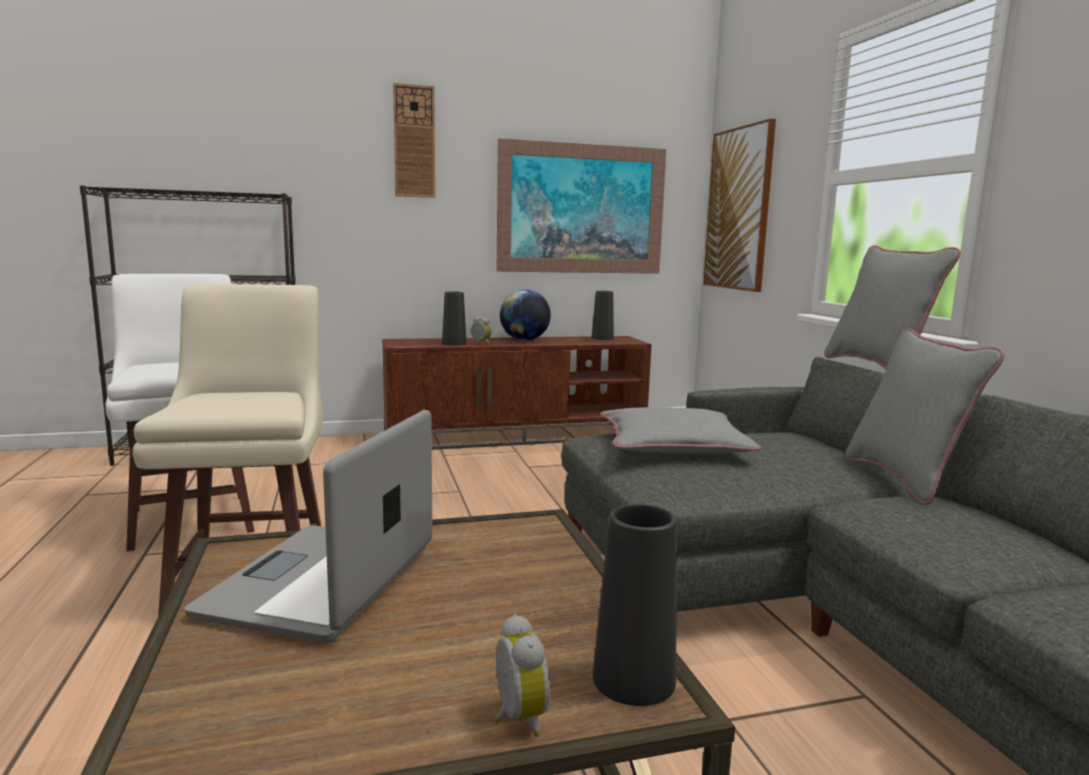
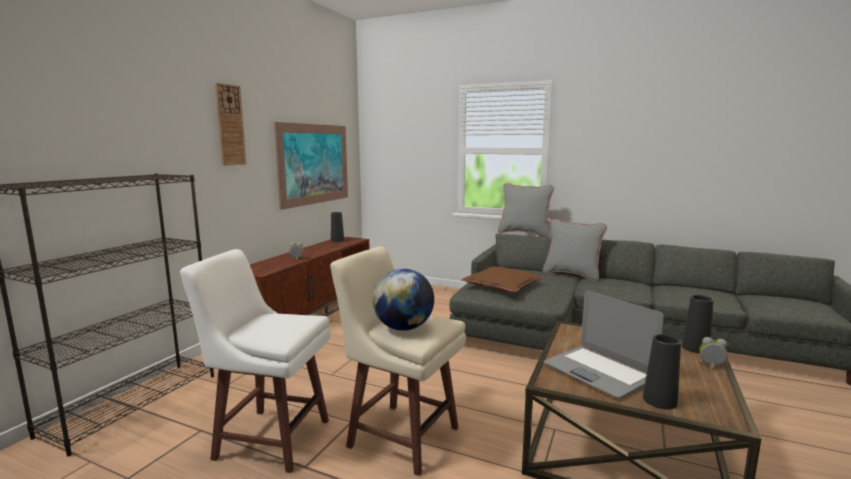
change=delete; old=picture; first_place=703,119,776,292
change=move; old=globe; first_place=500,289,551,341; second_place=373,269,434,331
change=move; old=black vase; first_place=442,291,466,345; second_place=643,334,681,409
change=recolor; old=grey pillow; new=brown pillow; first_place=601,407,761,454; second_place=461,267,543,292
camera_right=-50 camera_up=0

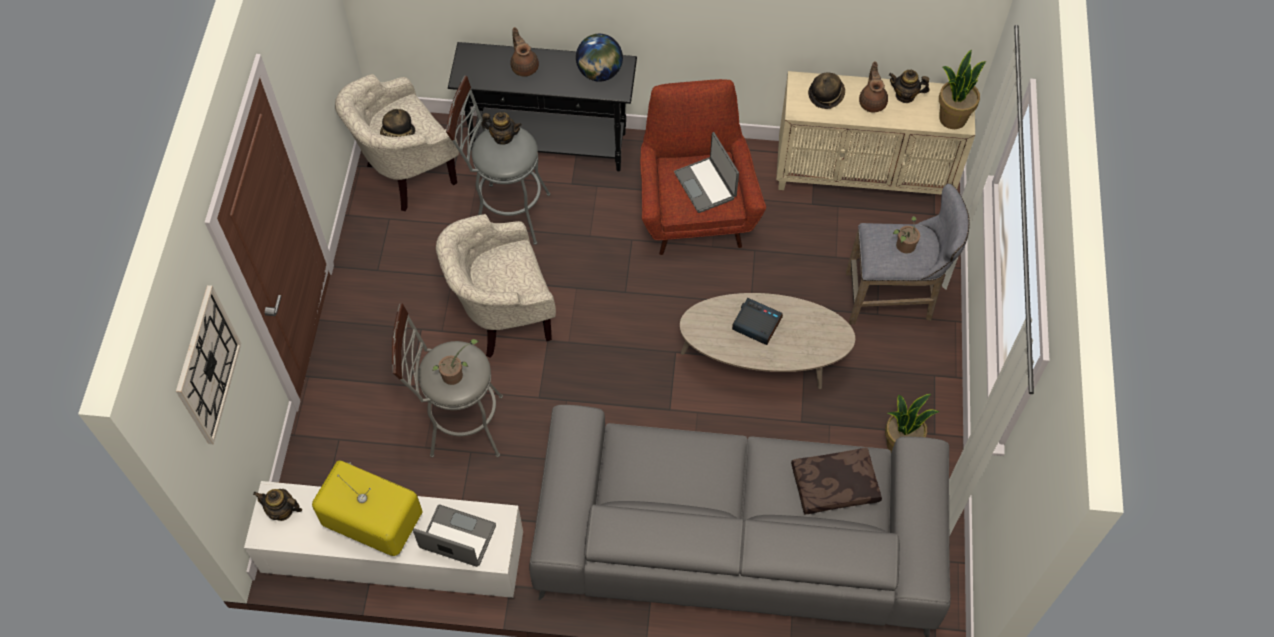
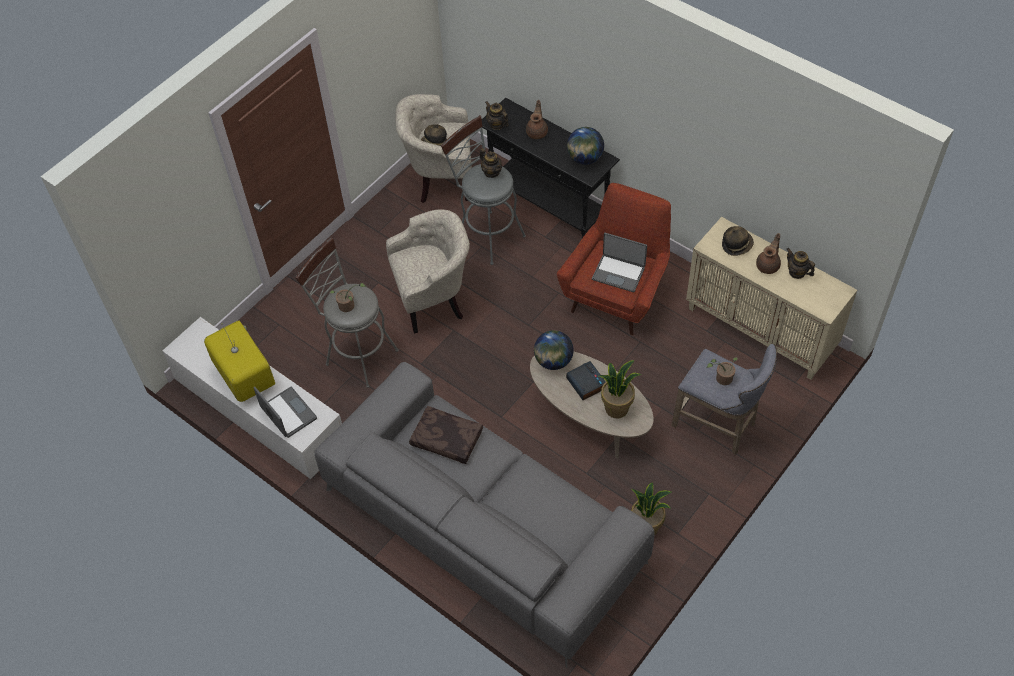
change=move; old=potted plant; first_place=939,50,986,129; second_place=599,360,642,418
change=rotate; old=laptop; first_place=674,132,739,213; second_place=592,233,647,292; degrees=-75
change=rotate; old=beige armchair; first_place=436,214,556,358; second_place=386,209,470,334; degrees=150
change=delete; old=wall clock; first_place=176,285,241,444
change=move; old=brown pillow; first_place=791,447,882,514; second_place=409,406,483,464
change=move; old=teapot; first_place=253,489,302,521; second_place=485,101,509,130
change=insert; new=globe; second_place=534,330,574,370
camera_right=35 camera_up=-5

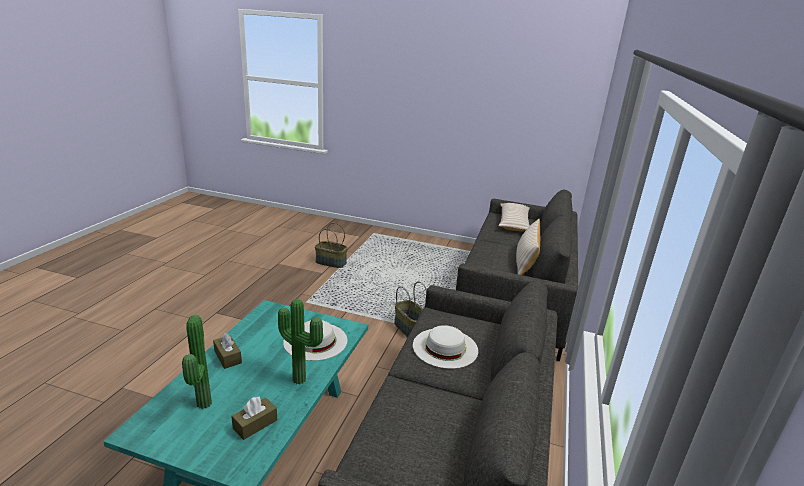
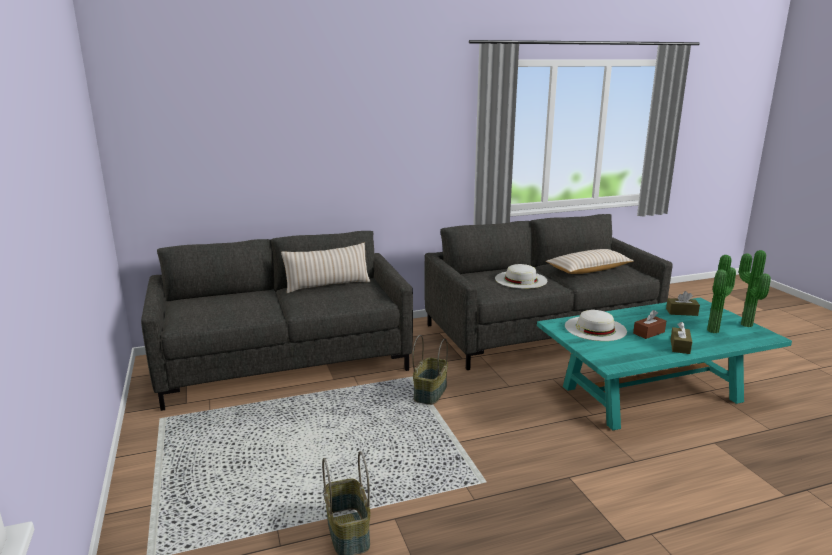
change=move; old=beige pillow; first_place=499,203,530,231; second_place=546,249,634,274
change=move; old=potted plant; first_place=278,299,323,384; second_place=739,250,771,327
change=insert; new=brown tissue box; second_place=633,310,666,339
camera_right=-125 camera_up=-5

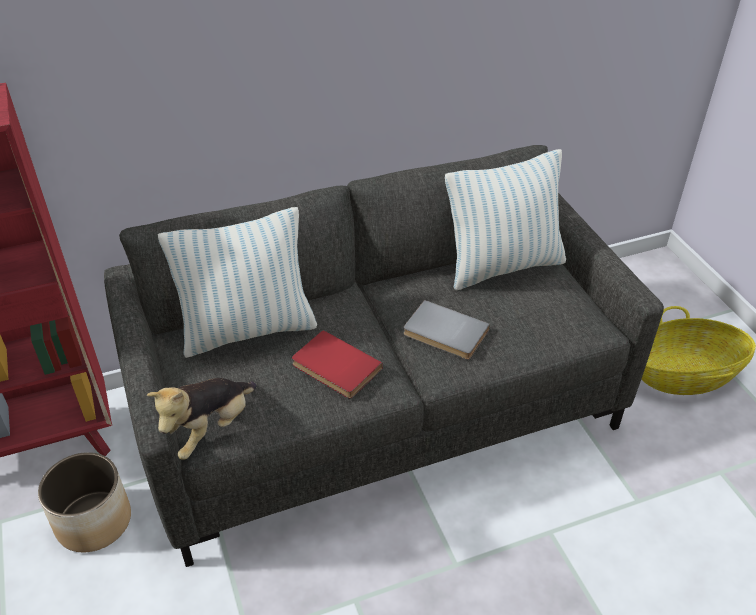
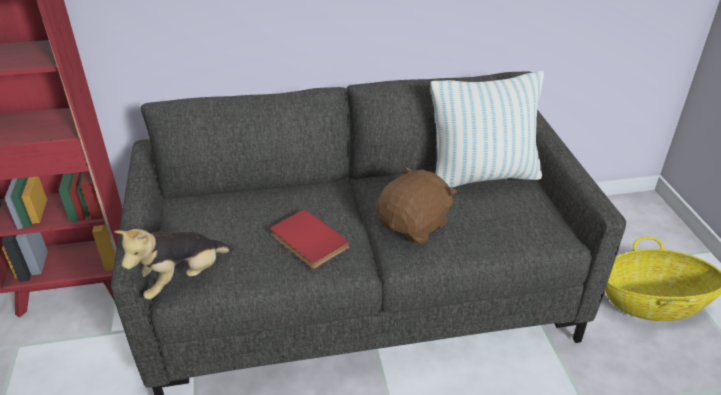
change=delete; old=pillow; first_place=158,207,317,358
change=replace; old=grey book; new=brown plush toy; first_place=403,300,490,360; second_place=376,166,457,244
change=delete; old=planter; first_place=38,452,131,552
camera_right=10 camera_up=-5

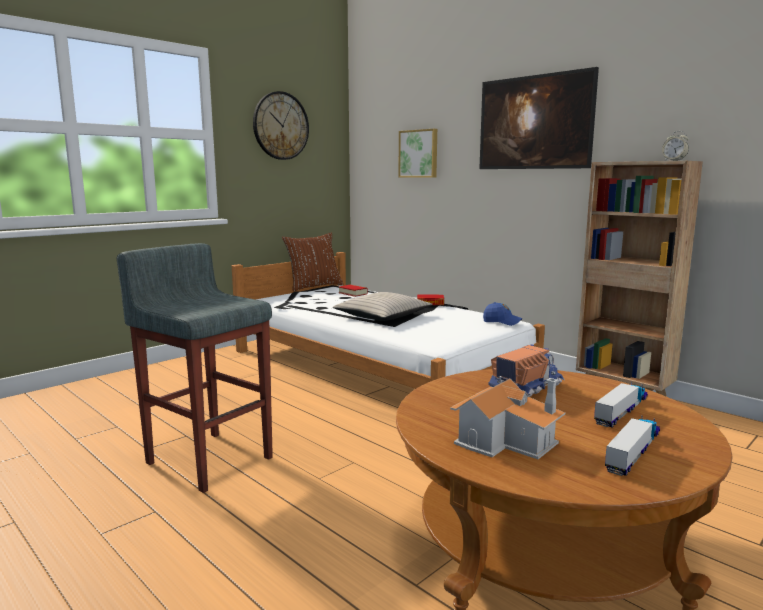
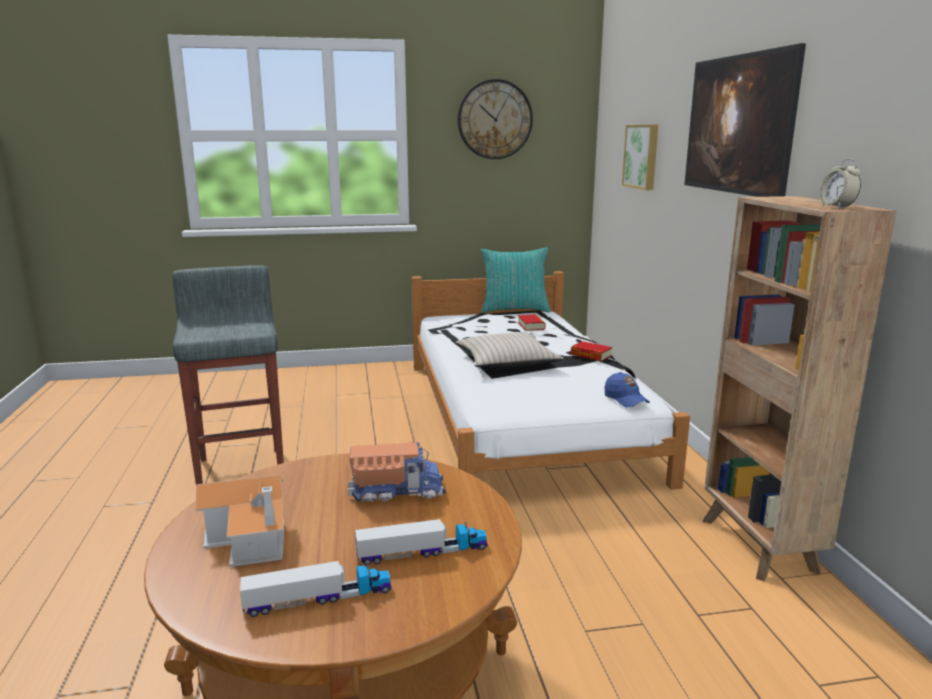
change=recolor; old=brown pillow; new=turquoise pillow; first_place=282,233,344,291; second_place=481,247,550,313
camera_right=35 camera_up=5

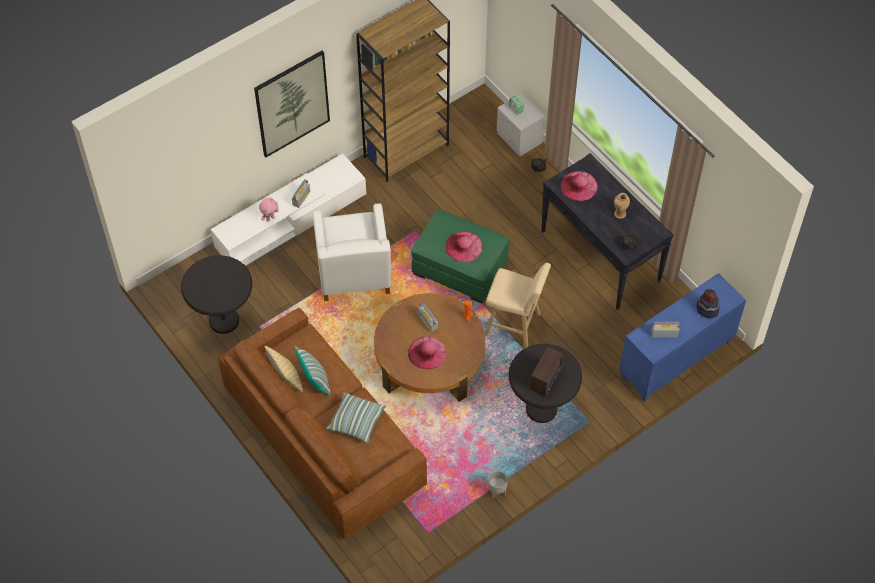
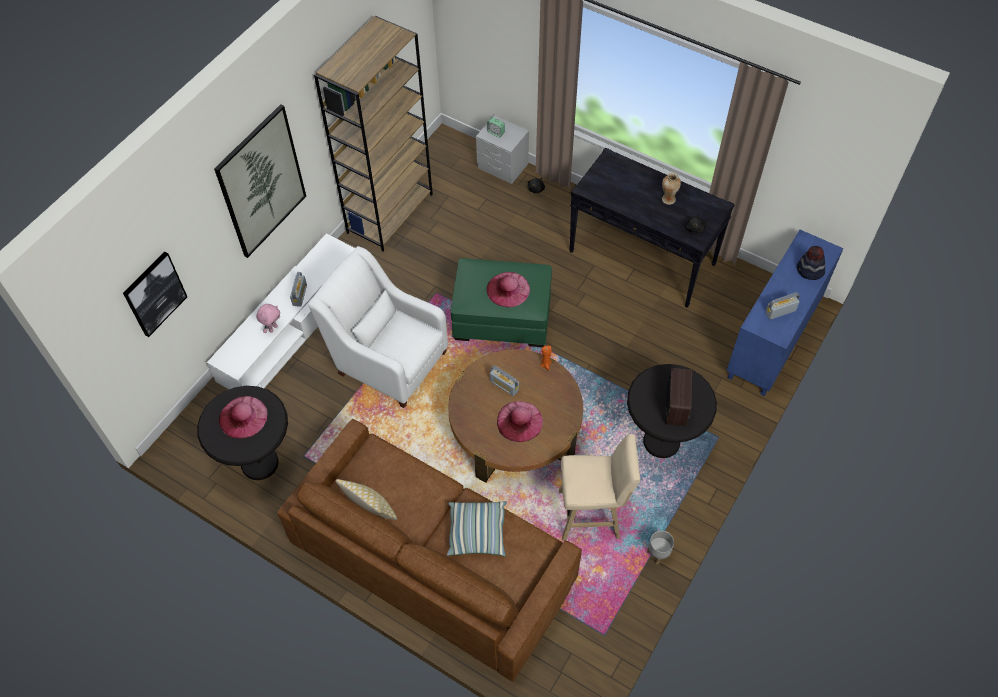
change=move; old=pink hat; first_place=560,171,598,201; second_place=219,396,268,439
change=rotate; old=white armchair; first_place=313,203,391,301; second_place=308,246,448,408; degrees=150
change=move; old=beige stool; first_place=485,263,551,348; second_place=559,434,640,541
change=delete; old=pillow; first_place=295,346,330,397
change=insert; new=picture; second_place=123,252,187,337
camera_right=-20 camera_up=0

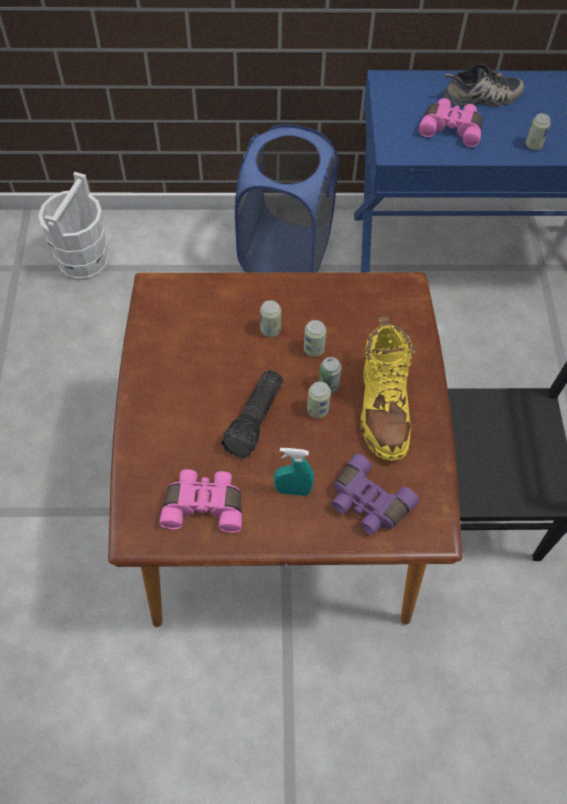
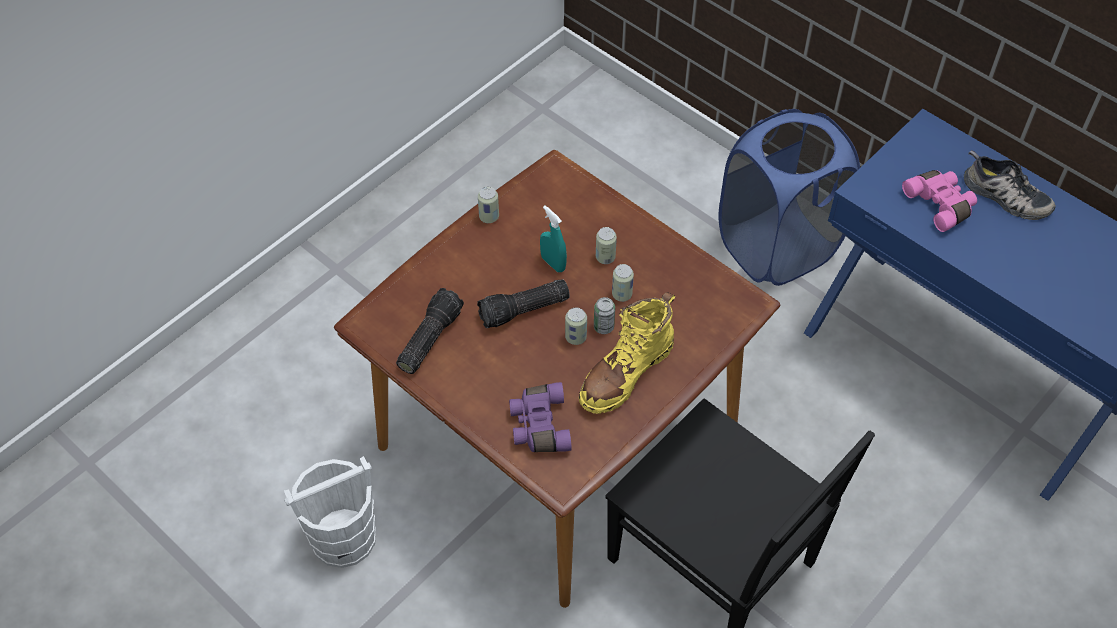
change=move; old=can; first_place=526,113,551,150; second_place=478,187,499,223
change=move; old=white bucket; first_place=38,172,109,281; second_place=284,456,376,568
change=move; old=turquoise spray bottle; first_place=274,448,314,496; second_place=540,205,567,272
change=replace; old=pink binoculars; new=flashlight; first_place=159,469,242,533; second_place=396,288,464,374
camera_right=45 camera_up=-5

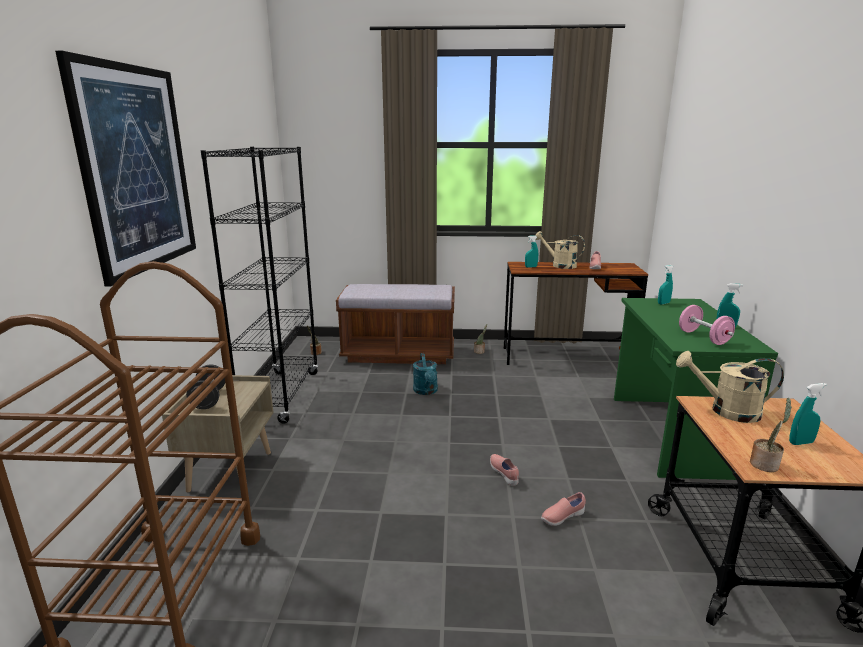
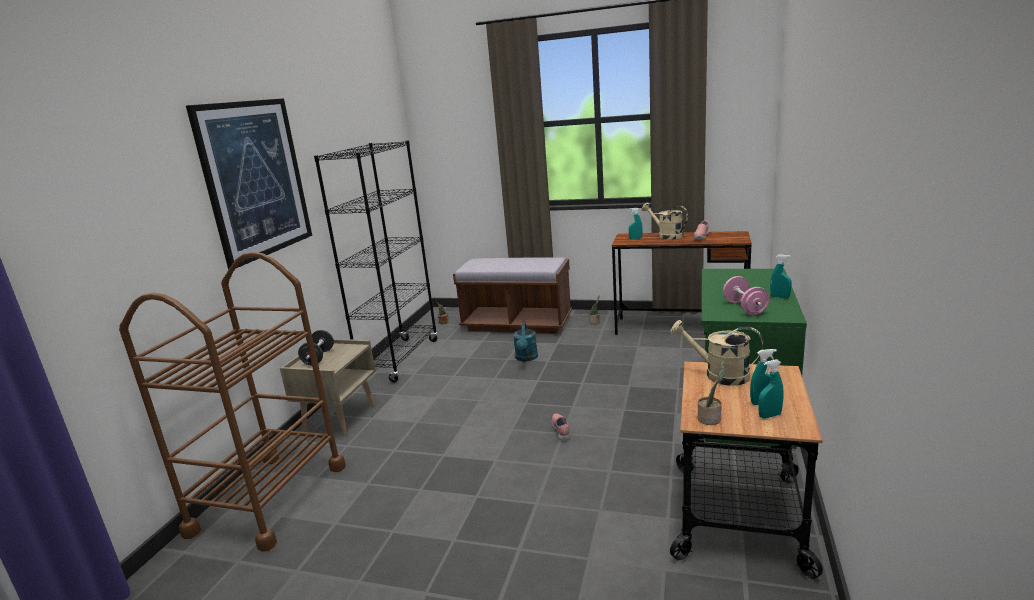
change=move; old=turquoise spray bottle; first_place=658,265,674,305; second_place=758,359,784,419
change=delete; old=pink shoe; first_place=541,492,586,526
camera_right=15 camera_up=0

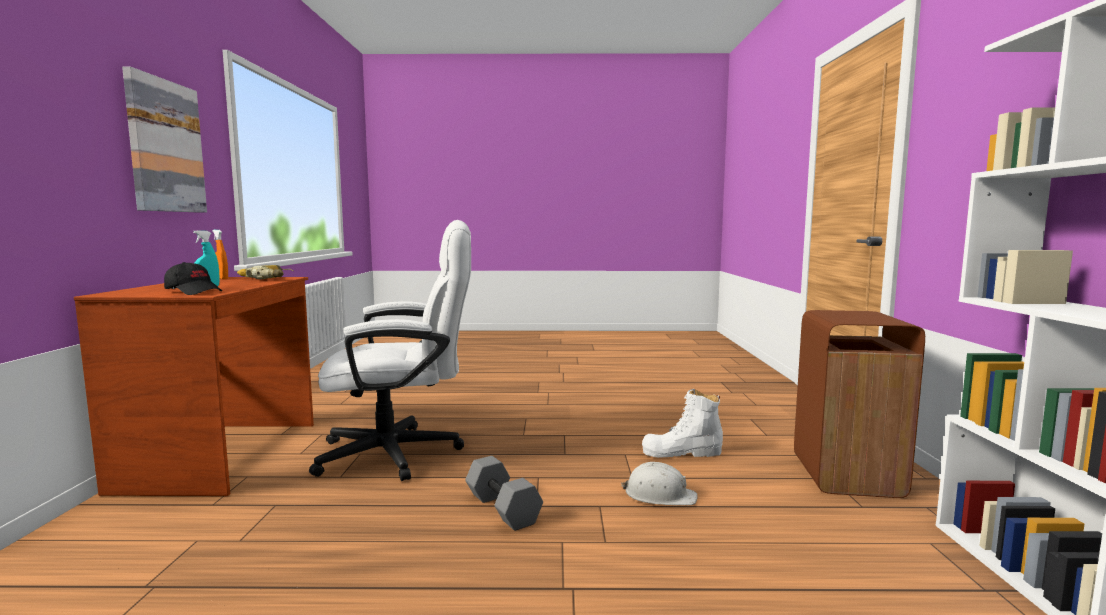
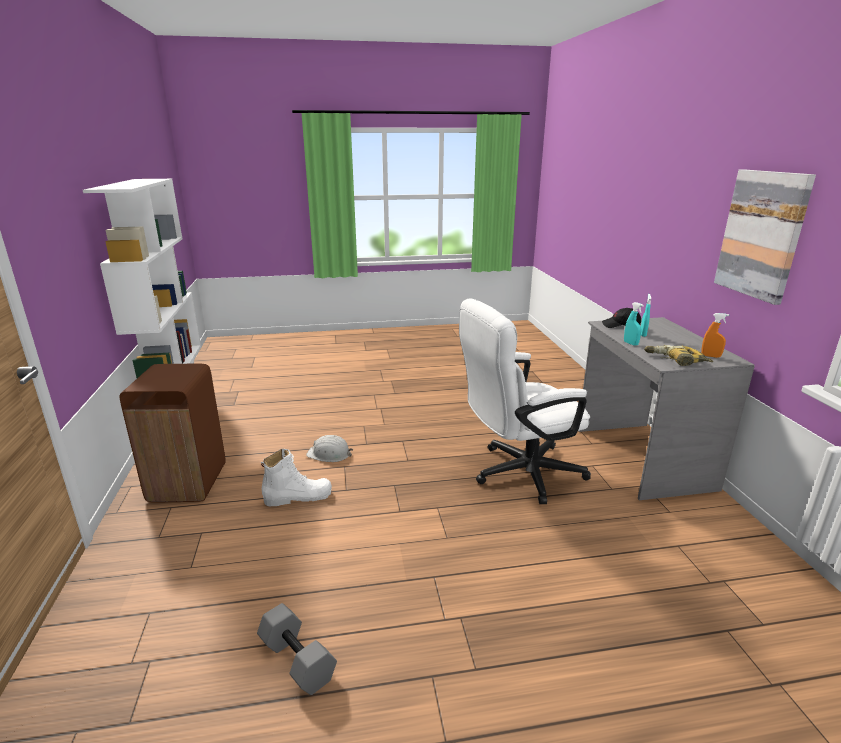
change=recolor; old=brown desk; new=grey desk; first_place=74,277,314,496; second_place=578,317,755,500
change=move; old=grey dumbbell; first_place=465,456,543,531; second_place=257,603,337,695
change=insert; new=turquoise spray bottle; second_place=624,302,644,346
camera_right=170 camera_up=15

